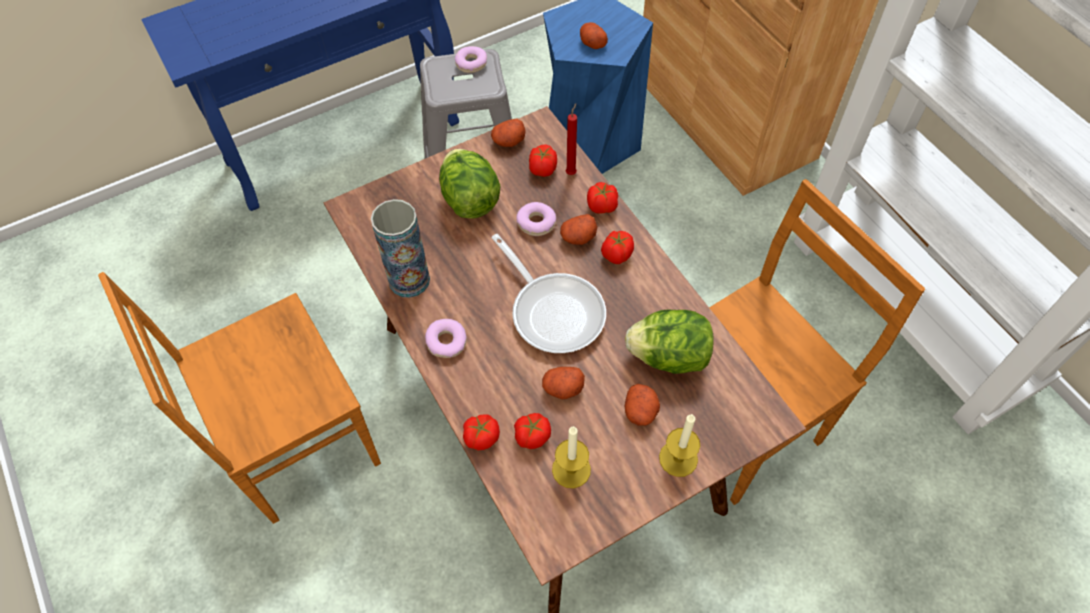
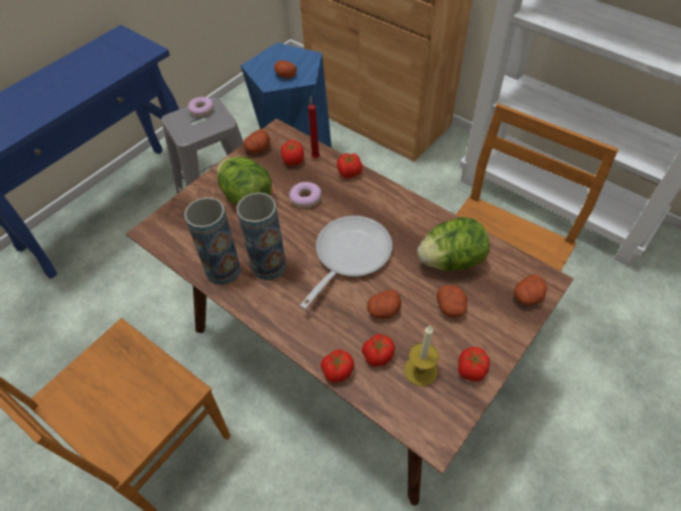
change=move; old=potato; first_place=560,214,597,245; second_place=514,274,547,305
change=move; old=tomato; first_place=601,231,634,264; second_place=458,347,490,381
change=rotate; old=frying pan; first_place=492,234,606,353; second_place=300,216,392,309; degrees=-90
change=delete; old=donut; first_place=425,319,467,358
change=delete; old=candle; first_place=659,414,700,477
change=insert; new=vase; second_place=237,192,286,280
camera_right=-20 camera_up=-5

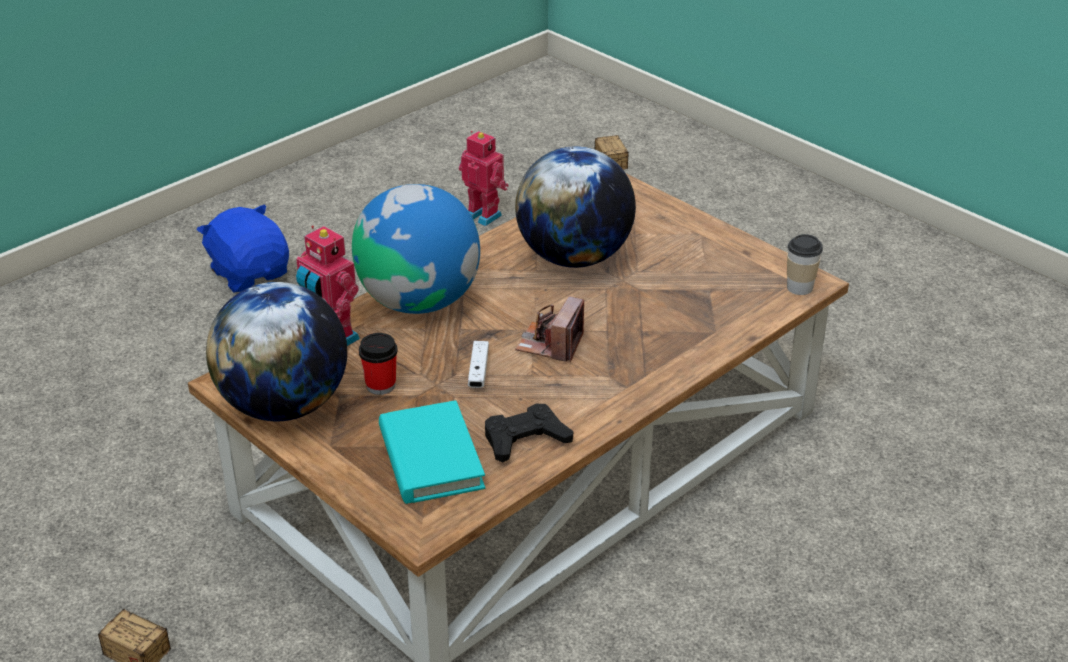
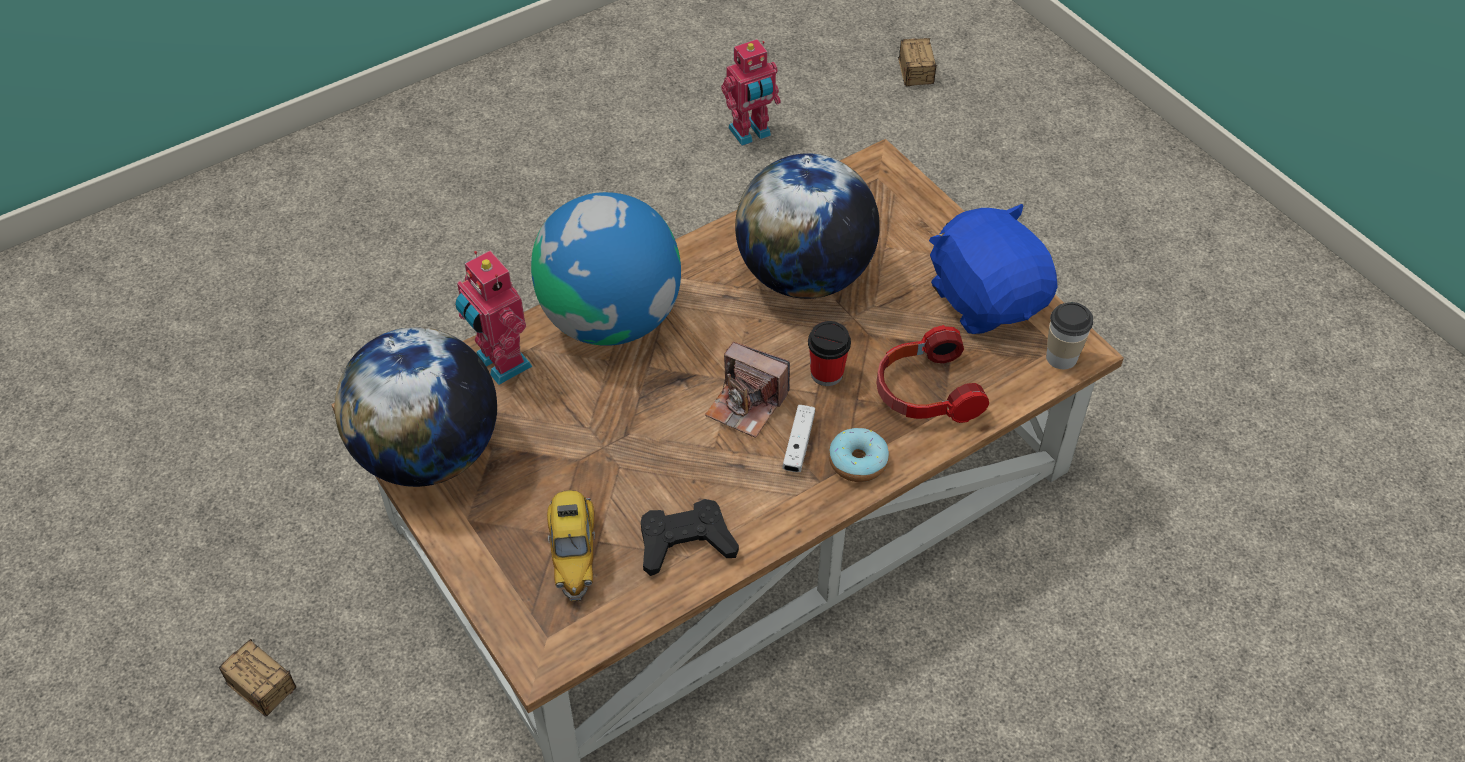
change=rotate; old=toy robot; first_place=459,131,509,226; second_place=721,39,781,146; degrees=105
change=move; old=blue plush toy; first_place=197,204,289,292; second_place=929,204,1058,334
change=rotate; old=photo camera; first_place=515,296,584,362; second_place=705,342,790,438; degrees=-90
change=move; old=cup; first_place=359,333,398,395; second_place=808,321,851,386
change=move; old=white game controller; first_place=468,341,489,388; second_place=782,405,815,472
change=replace; old=turquoise book; new=toy car; first_place=379,400,485,504; second_place=547,490,595,601
change=insert; new=headphones; second_place=876,325,989,423
change=insert; new=donut; second_place=829,428,889,482
camera_right=10 camera_up=15

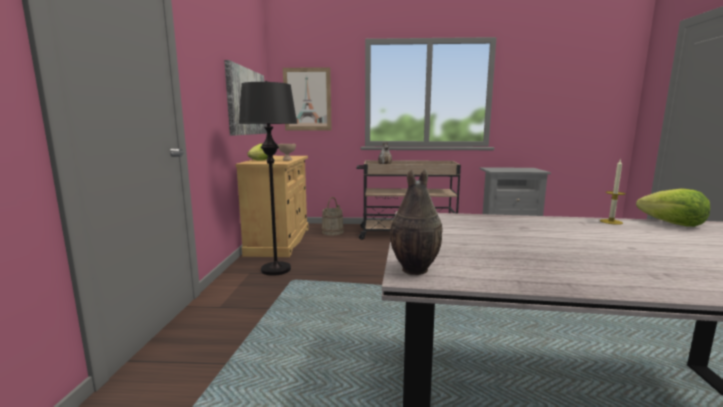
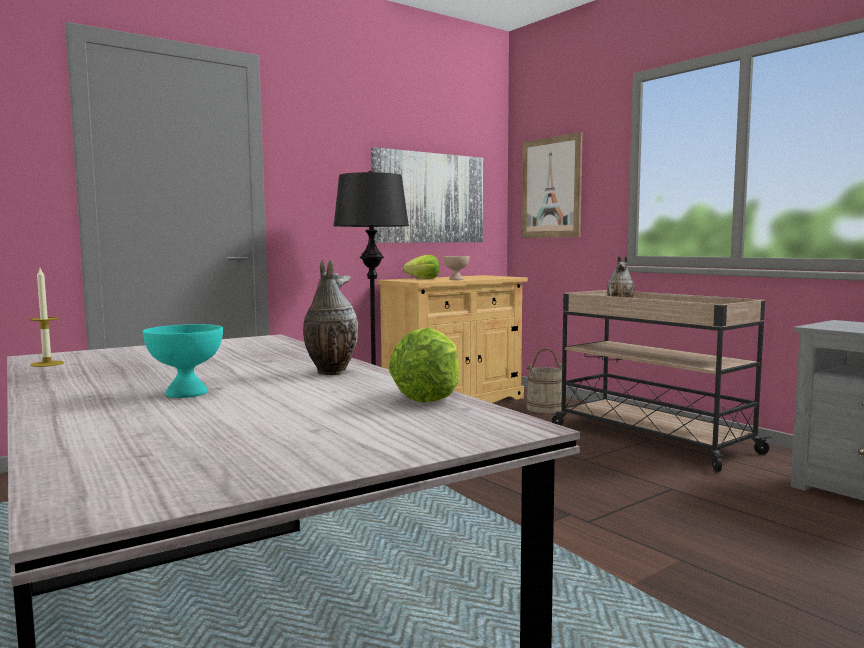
change=move; old=candle; first_place=600,159,626,225; second_place=29,268,64,367
change=move; old=vase; first_place=390,169,442,275; second_place=303,259,358,375
change=insert; new=turquoise bowl; second_place=143,324,223,398
camera_right=50 camera_up=-5

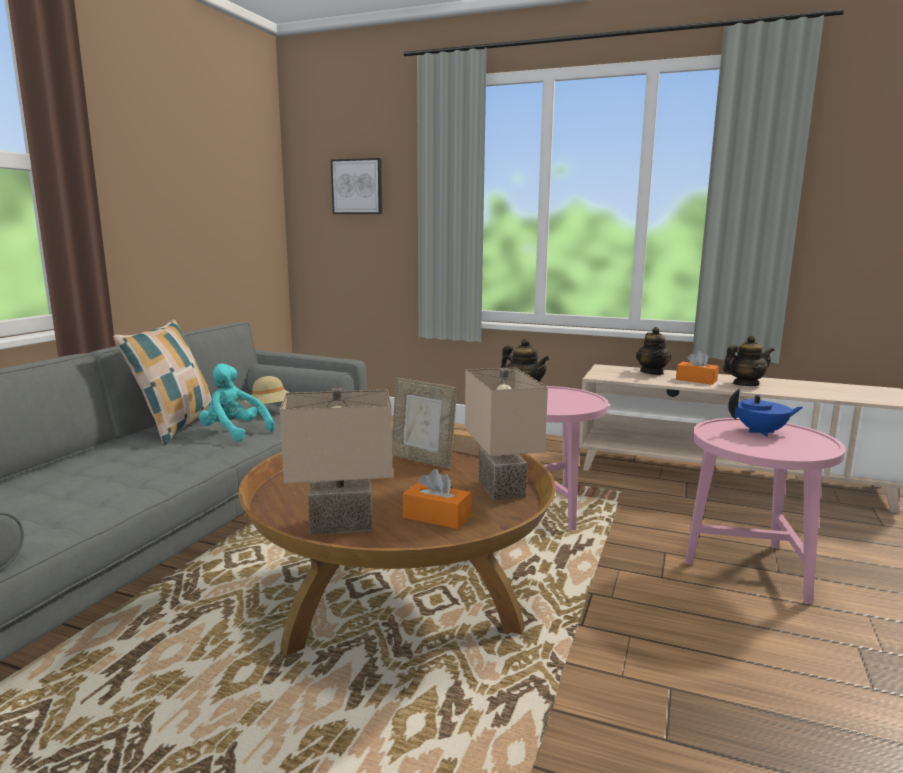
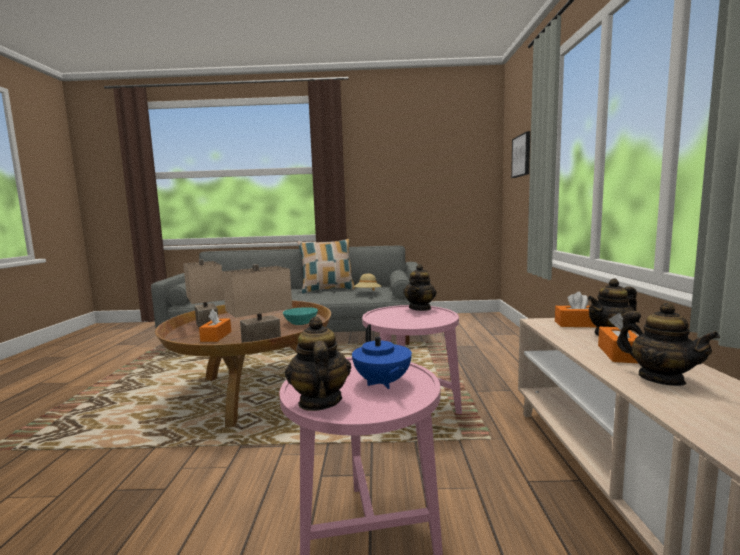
change=delete; old=turquoise plush toy; first_place=199,364,275,441
change=replace; old=picture frame; new=turquoise bowl; first_place=392,378,457,469; second_place=283,307,318,325
change=insert; new=orange tissue box; second_place=555,292,597,327
change=insert; new=teapot; second_place=285,316,351,411
camera_right=70 camera_up=-5

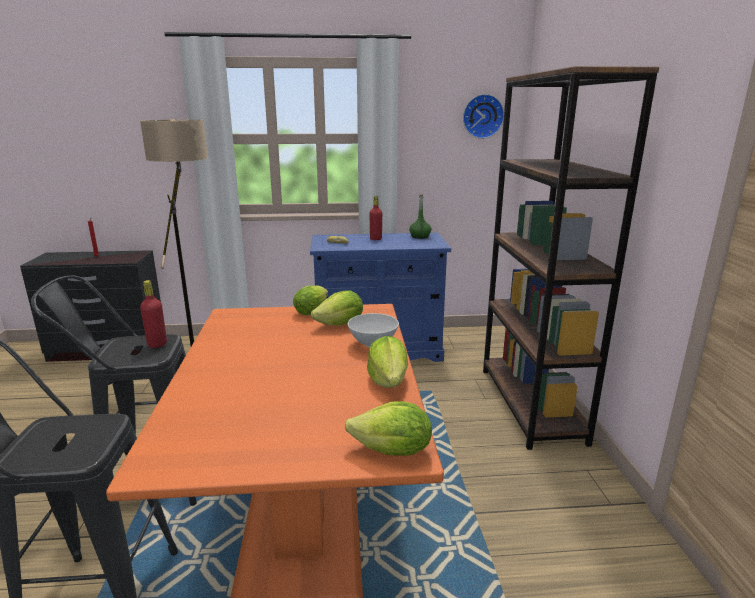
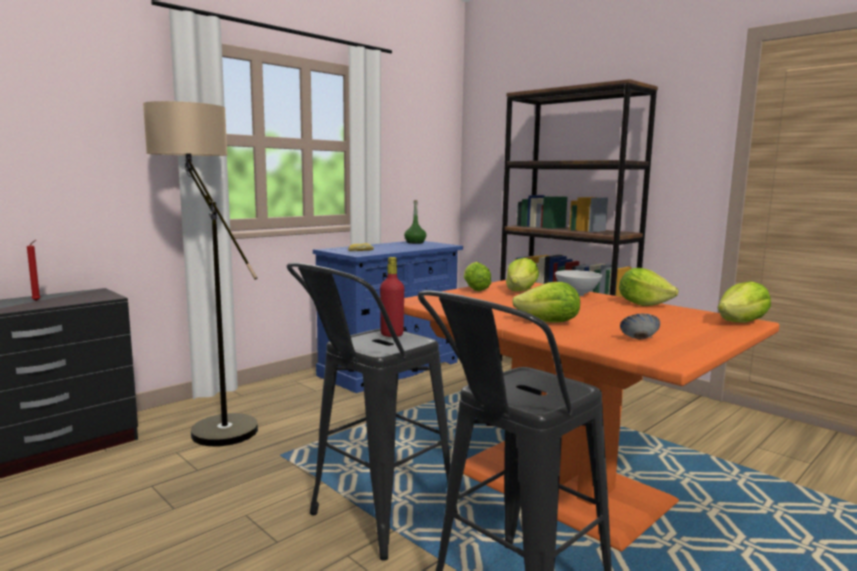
change=delete; old=wall clock; first_place=463,94,504,139
change=delete; old=red bottle; first_place=369,196,382,240
change=insert; new=lettuce; second_place=512,282,580,322
change=insert; new=bowl; second_place=620,313,660,340
camera_right=-40 camera_up=-10

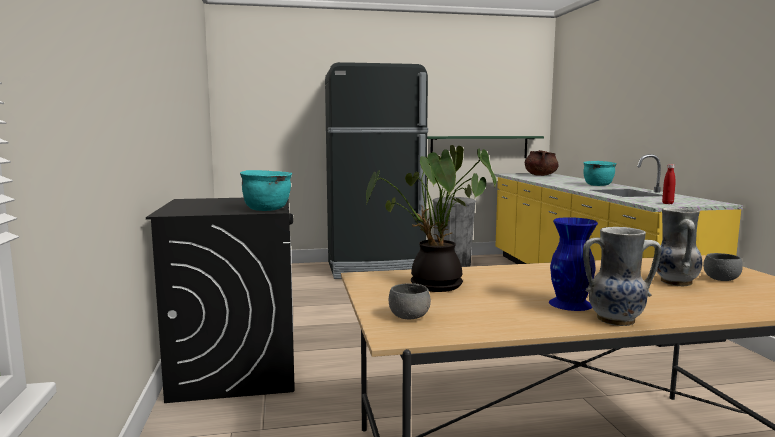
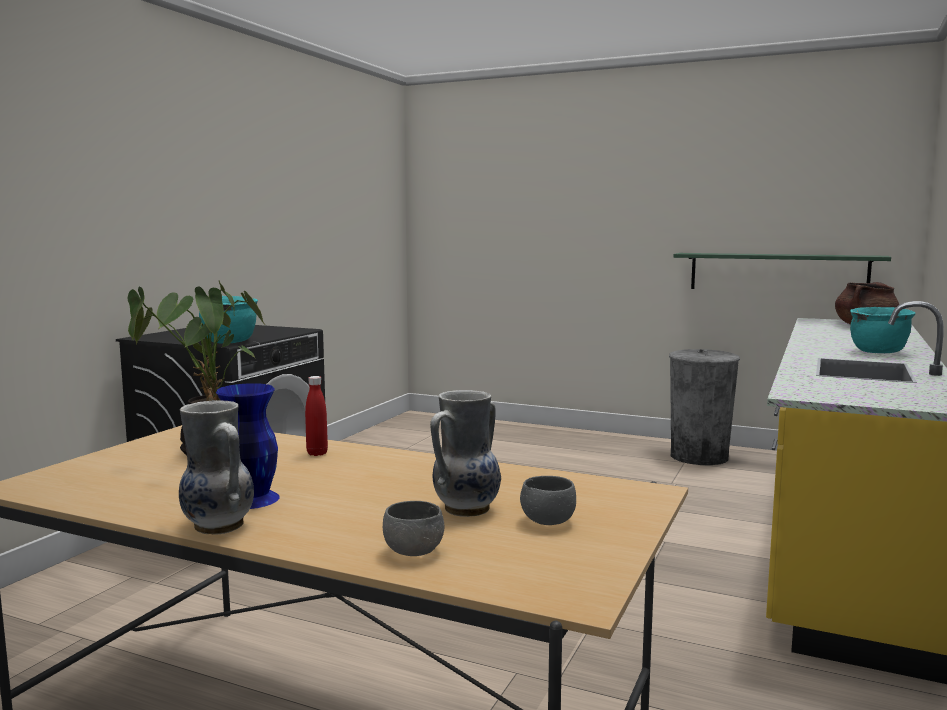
change=delete; old=black fridge; first_place=325,62,428,279
change=move; old=red bottle; first_place=662,164,676,204; second_place=305,376,328,456
change=move; old=grey bowl; first_place=389,283,431,319; second_place=383,501,444,556
camera_right=35 camera_up=0

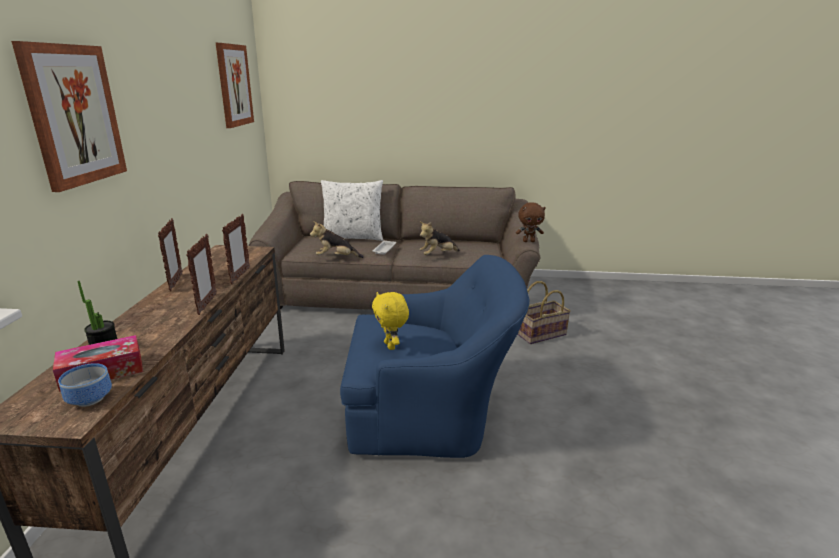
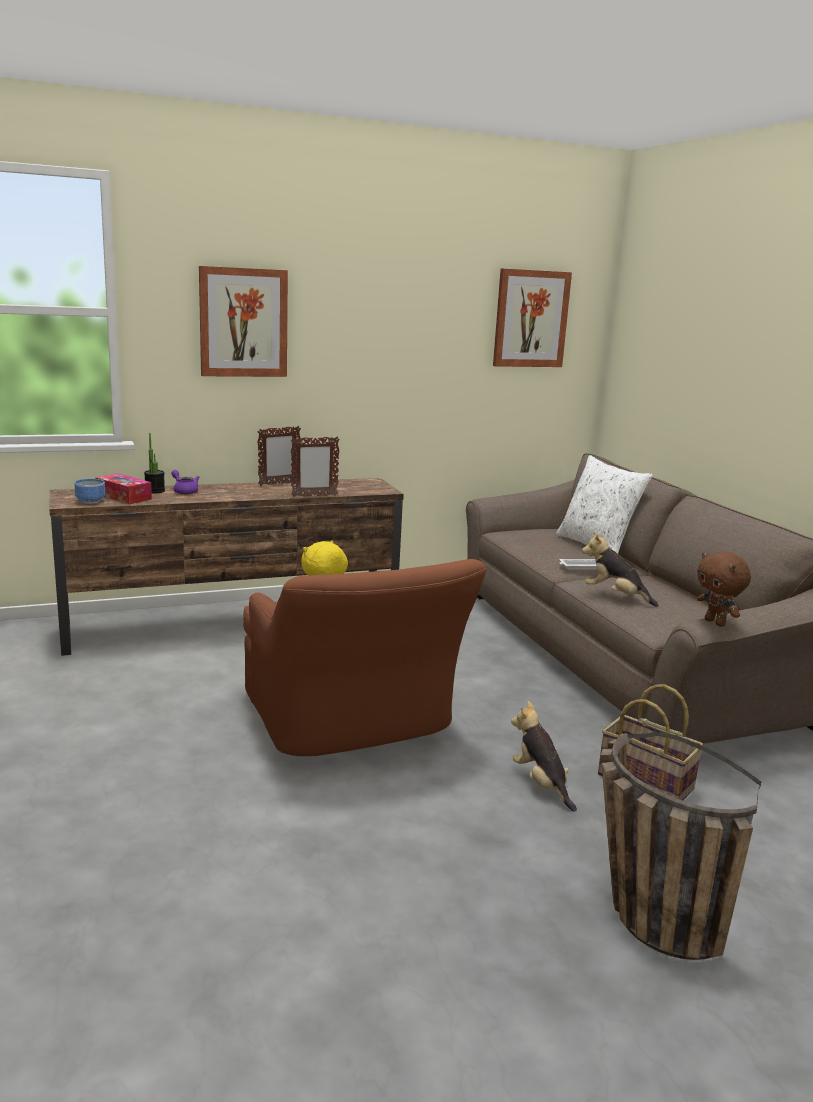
change=move; old=plush toy; first_place=310,221,364,258; second_place=511,701,577,812
change=delete; old=picture frame; first_place=186,234,217,315
change=recolor; old=blue armchair; new=brown armchair; first_place=340,255,529,458; second_place=243,559,487,756
change=insert; new=purple teapot; second_place=171,470,199,495
change=insert; new=basket; second_place=601,732,761,960
camera_right=65 camera_up=-5

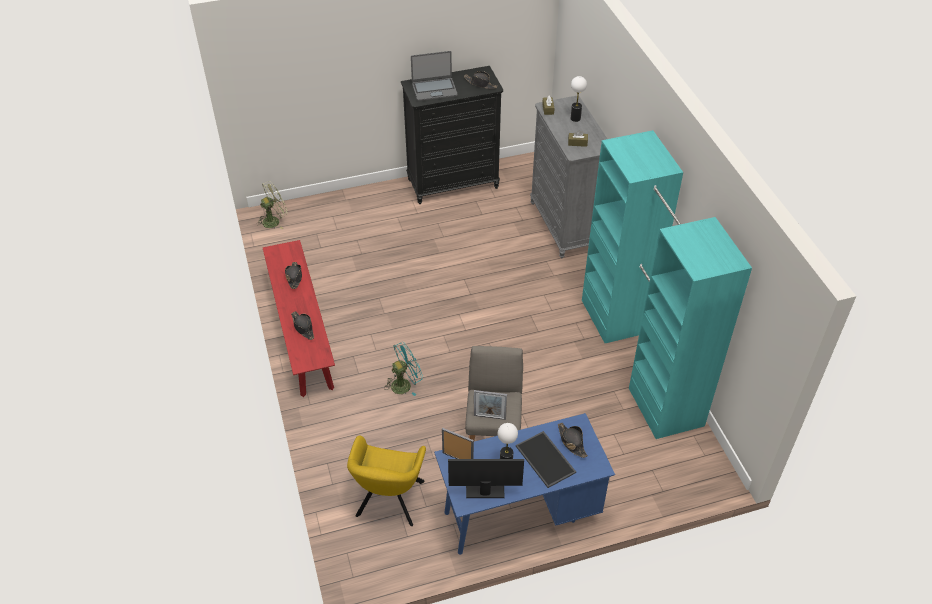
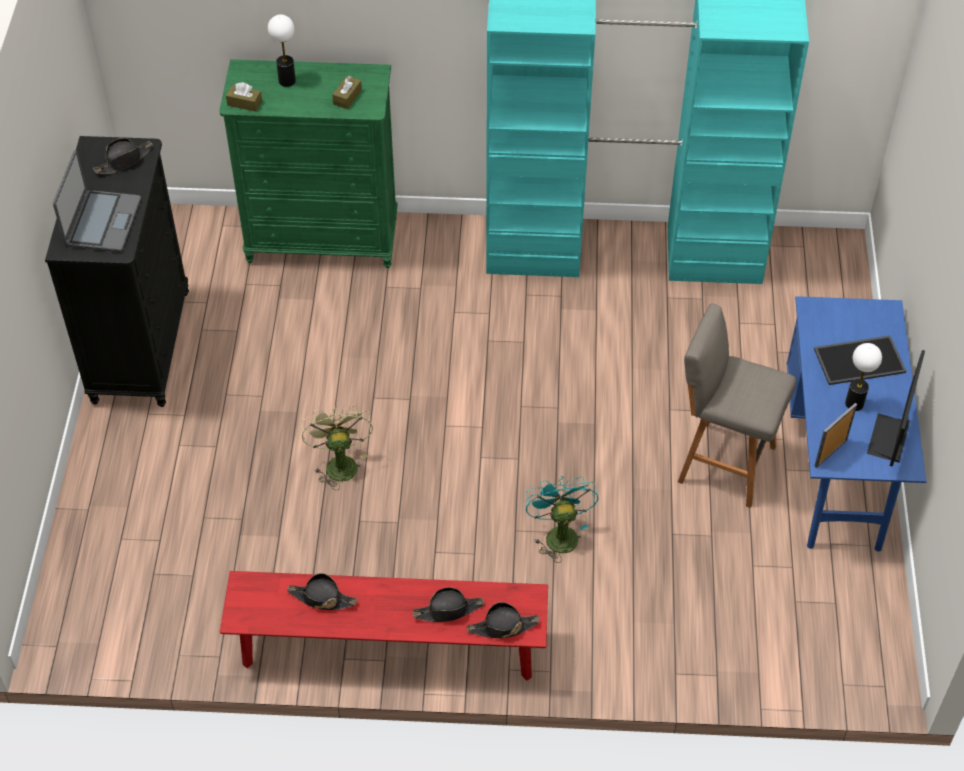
change=recolor; old=grey dresser; new=green dresser; first_place=530,96,607,258; second_place=219,59,398,268
change=move; old=green fan; first_place=256,181,287,229; second_place=302,405,373,490
change=delete; old=picture frame; first_place=474,390,507,420
change=move; old=black hat; first_place=558,423,588,458; second_place=467,602,540,638
change=delete; old=yellow armchair; first_place=347,436,426,526
camera_right=-70 camera_up=5

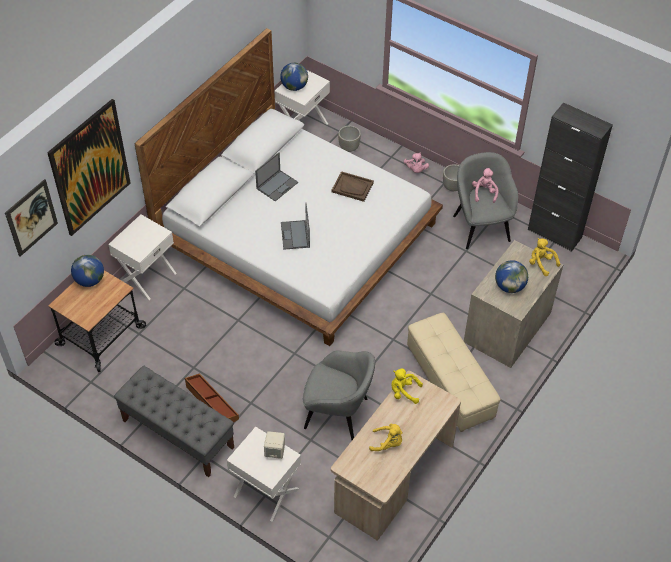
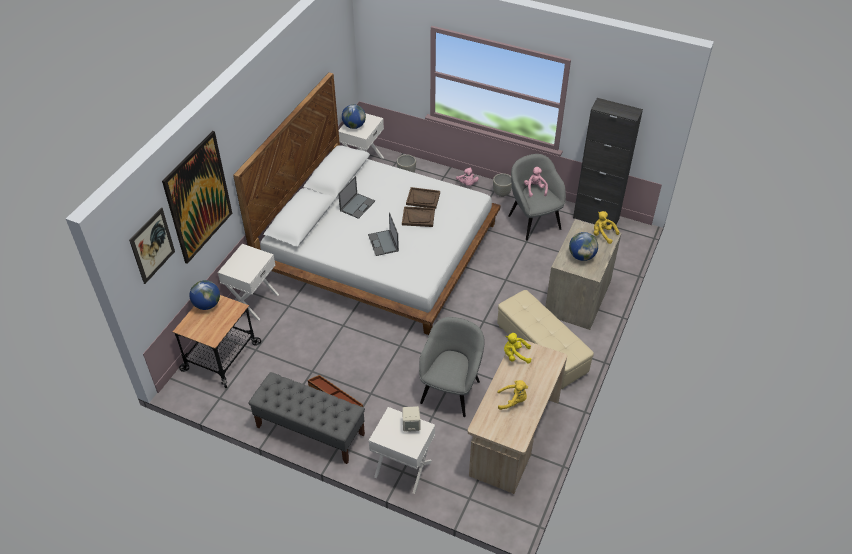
change=rotate; old=grey armchair; first_place=303,350,375,440; second_place=419,317,485,417; degrees=-75
change=insert; new=brown tray; second_place=402,206,435,227
camera_right=-10 camera_up=-5

